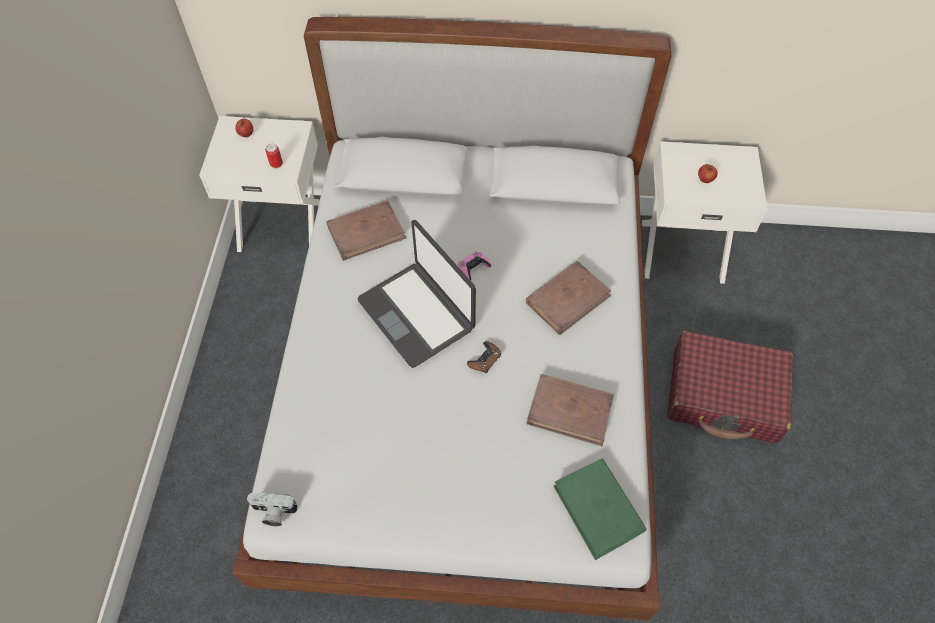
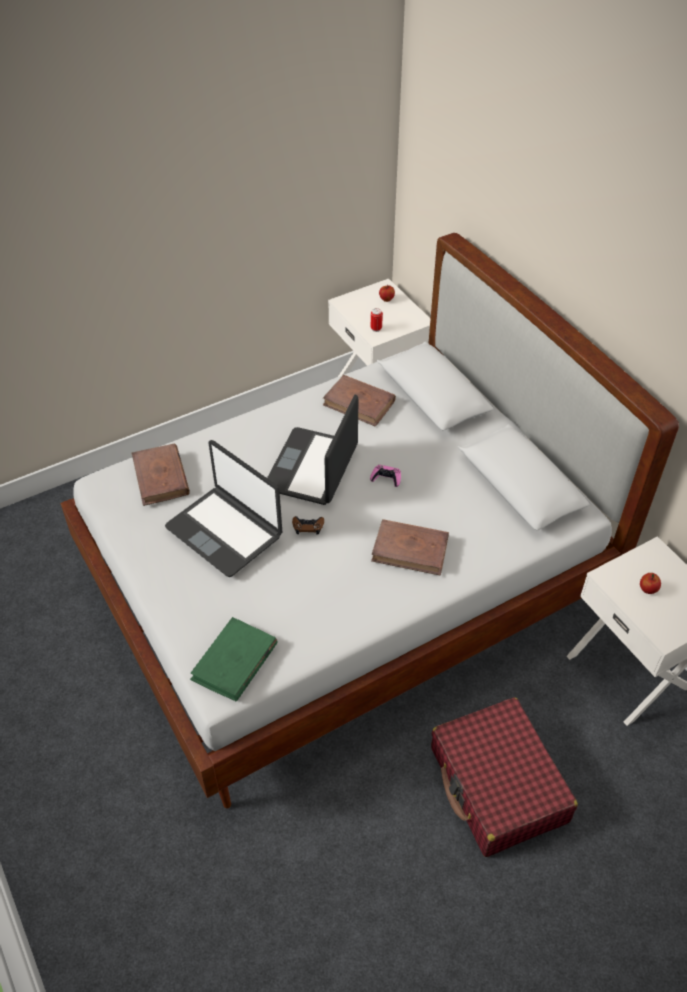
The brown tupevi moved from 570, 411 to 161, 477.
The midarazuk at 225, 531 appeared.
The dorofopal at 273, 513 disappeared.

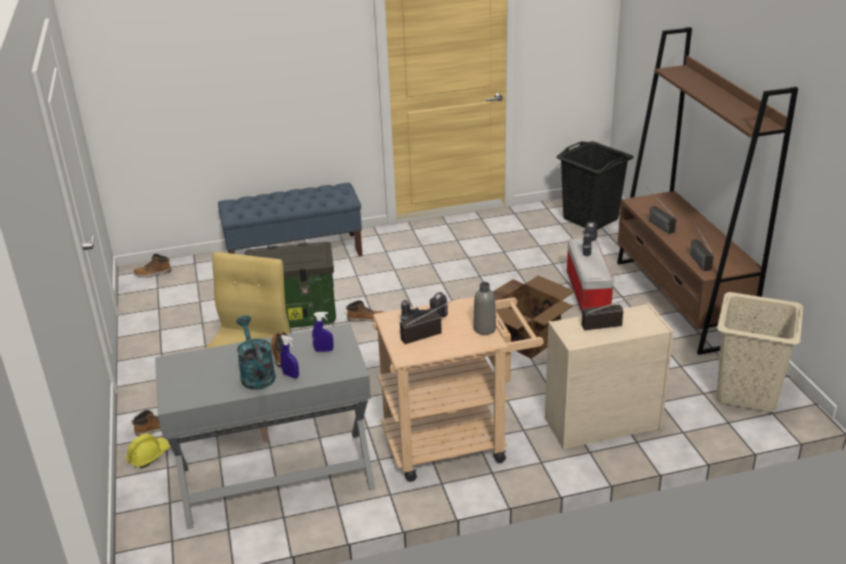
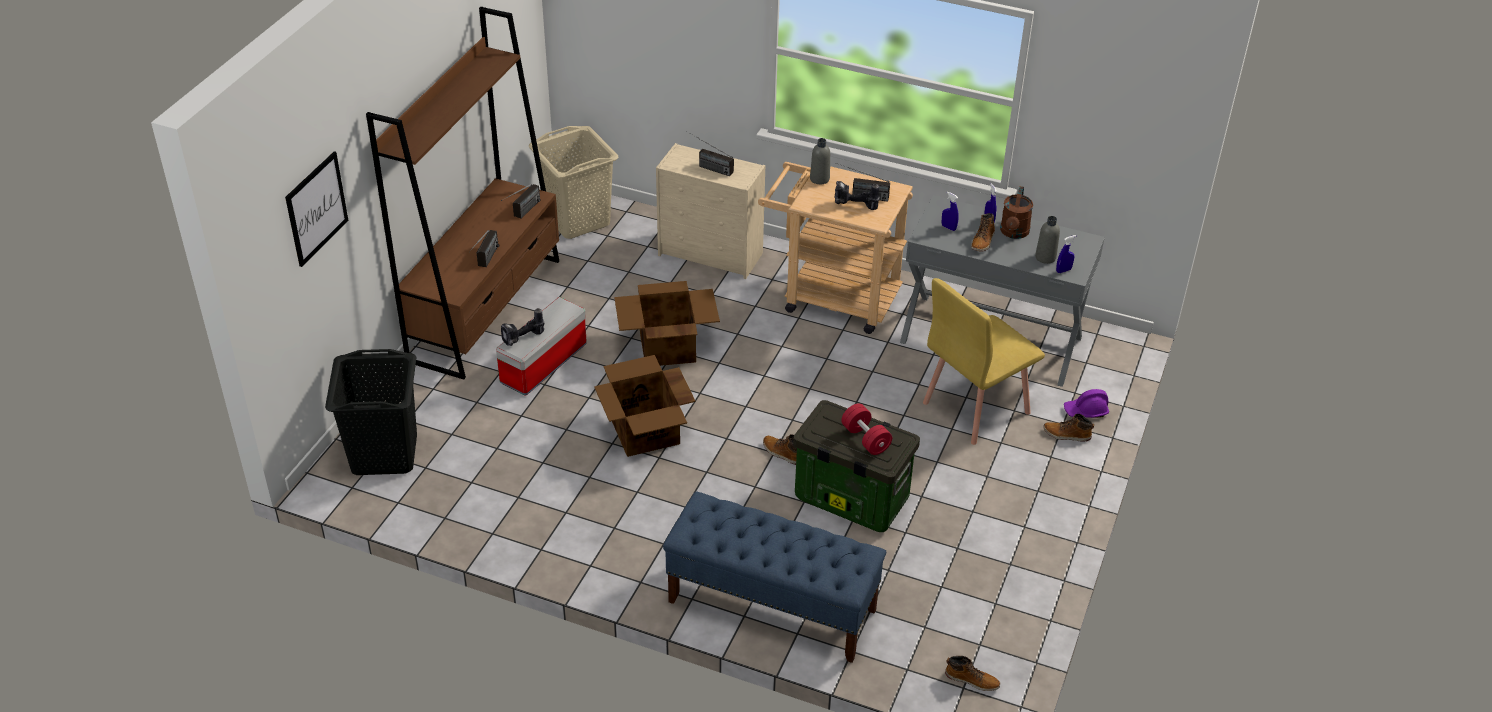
The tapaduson at 316, 208 appeared.
The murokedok at 645, 433 appeared.
The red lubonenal at 865, 439 appeared.
The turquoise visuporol at 256, 374 became the brown visuporol at 1014, 233.
The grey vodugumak at 1045, 257 appeared.
The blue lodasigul at 1063, 270 appeared.
The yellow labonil at 149, 455 became the purple labonil at 1086, 411.

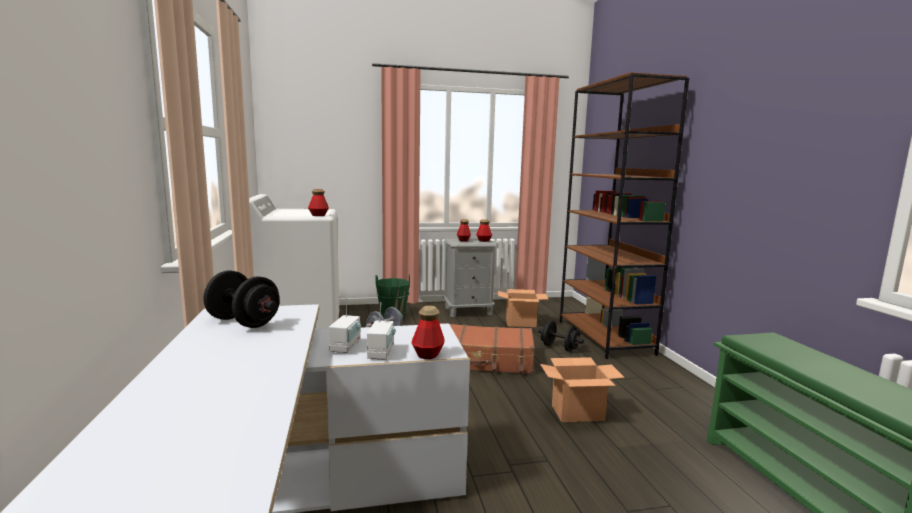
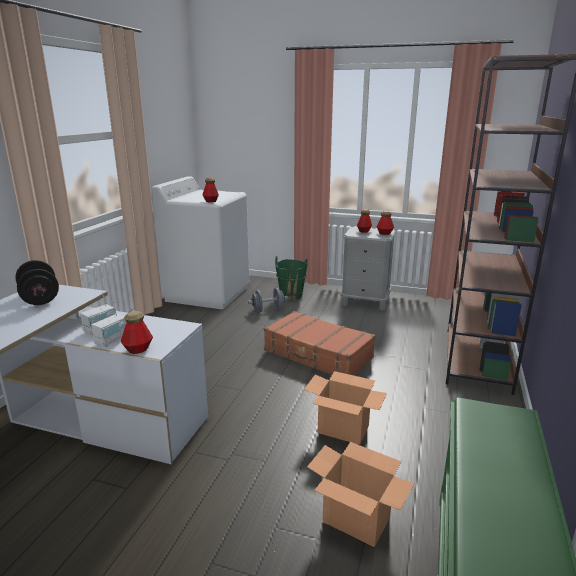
The murokedok moved from 521, 323 to 357, 520.
The black lubonenal at 559, 348 disappeared.

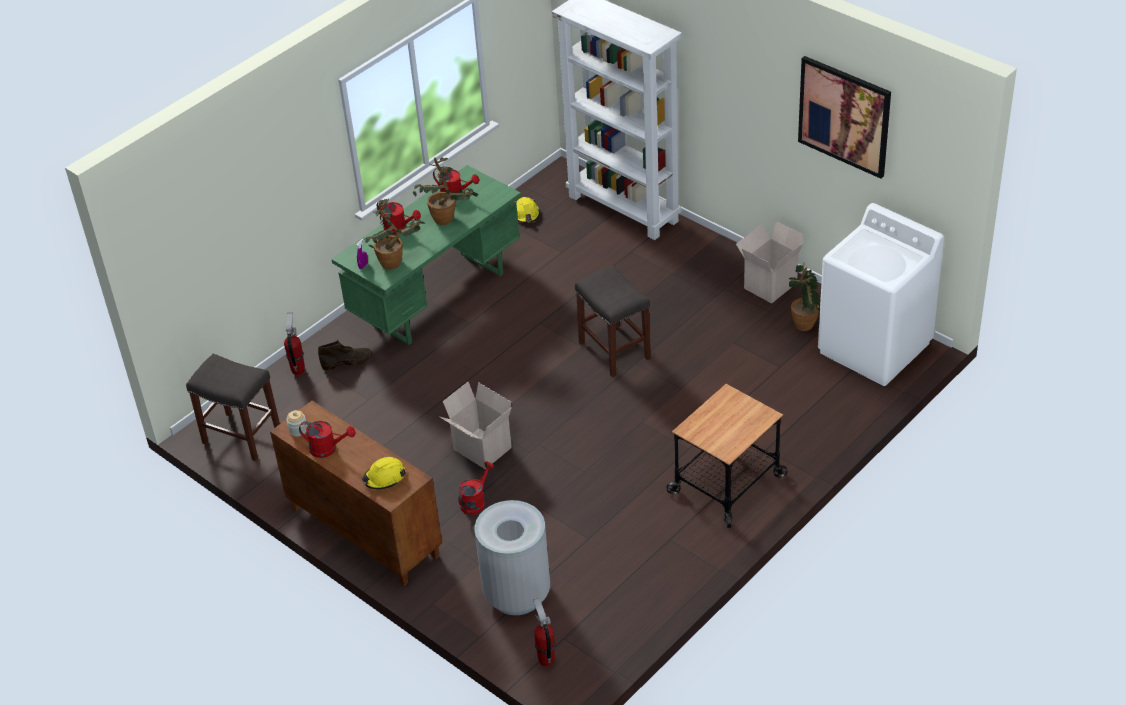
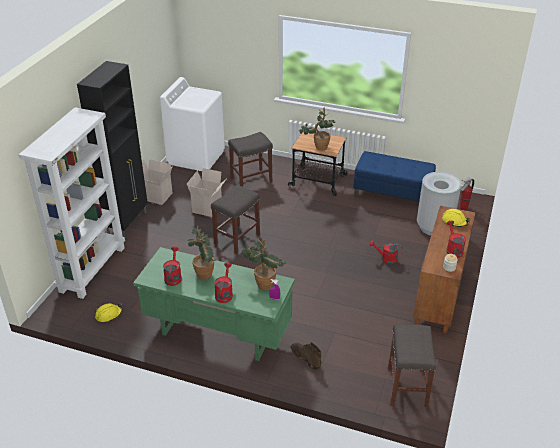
The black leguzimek at 128, 223 appeared.
The murokedok moved from 480, 449 to 208, 208.
The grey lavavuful at 251, 179 appeared.
The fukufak moved from 805, 321 to 318, 147.
The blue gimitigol at 392, 194 appeared.
The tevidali at 298, 370 disappeared.
The tapaduson at 844, 116 disappeared.

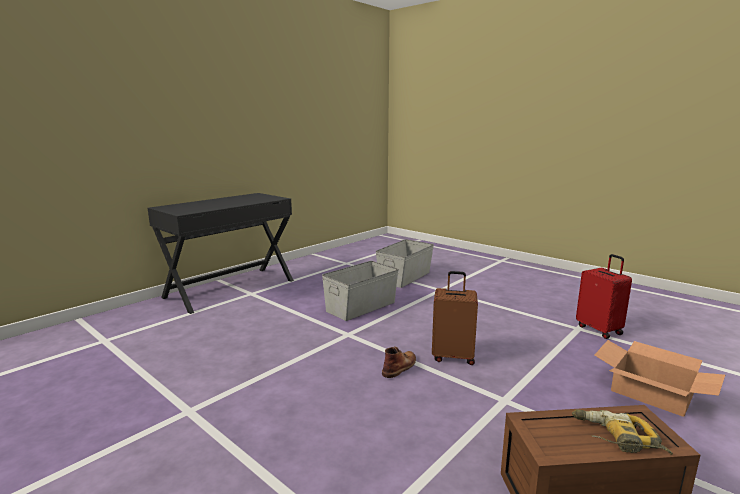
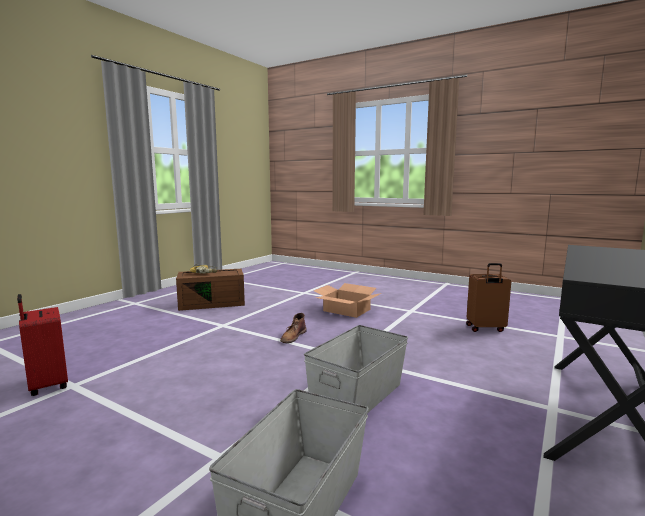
The murokedok moved from 651, 392 to 346, 310.
The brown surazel moved from 453, 356 to 485, 328.

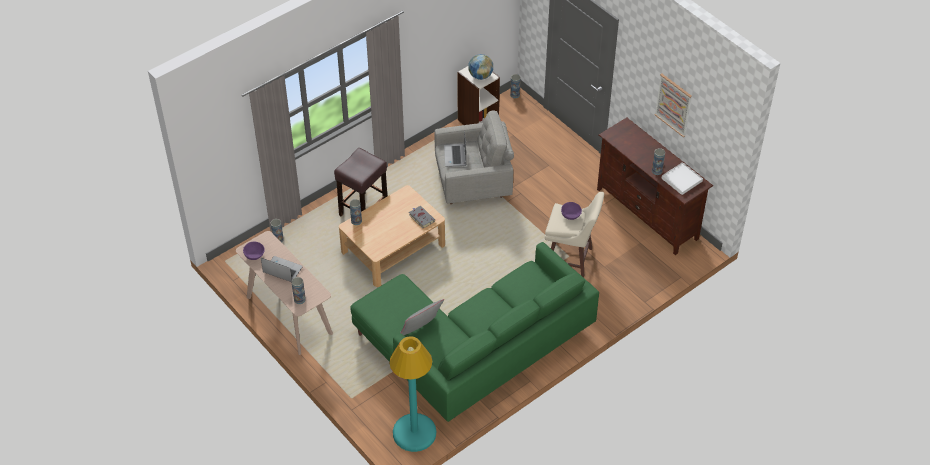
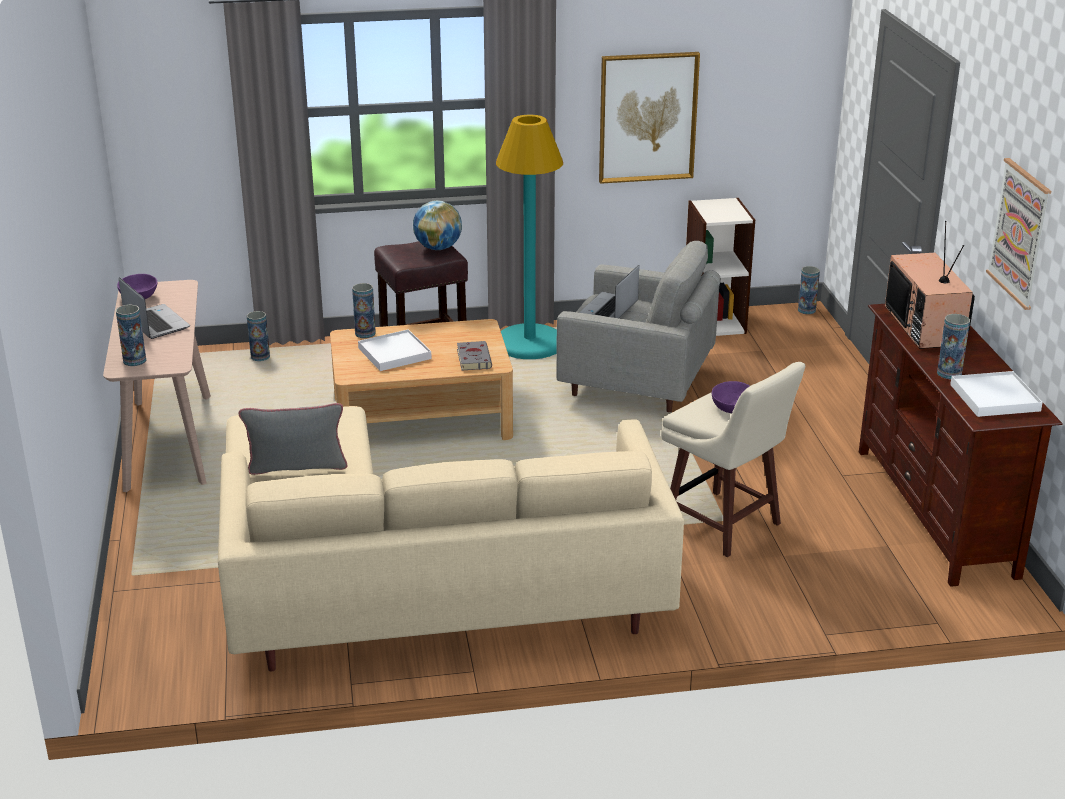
The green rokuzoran at 473, 350 became the beige rokuzoran at 414, 588.
The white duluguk at 394, 353 appeared.
The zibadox moved from 480, 76 to 438, 248.
The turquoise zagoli moved from 414, 433 to 529, 344.
The tapaduson at 647, 117 appeared.
The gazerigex at 926, 326 appeared.

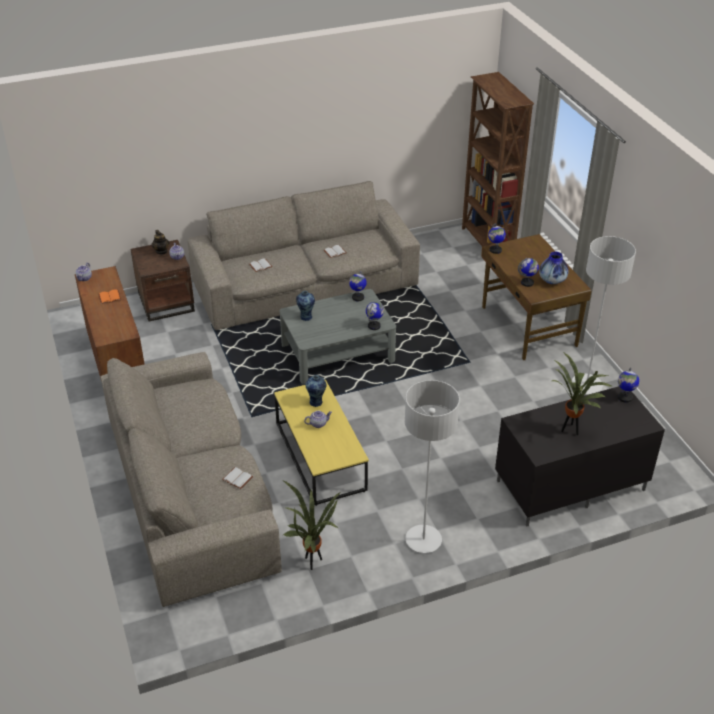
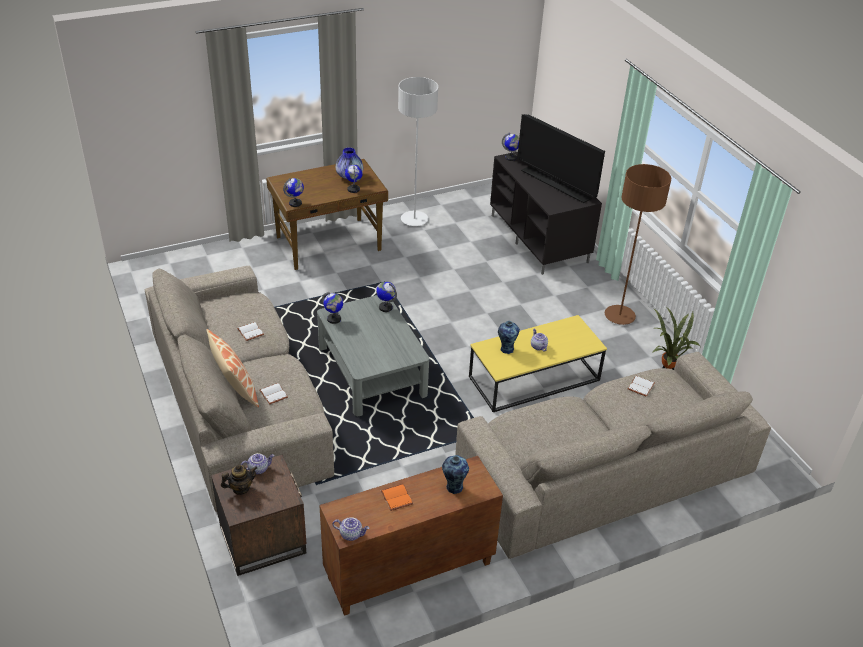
The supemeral at 235, 389 appeared.
The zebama moved from 306, 316 to 453, 487.
The fukufak at 570, 431 was replaced by the gazerigex at 556, 184.
The grey zagoli at 423, 540 became the brown zagoli at 619, 316.
The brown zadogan at 487, 243 disappeared.

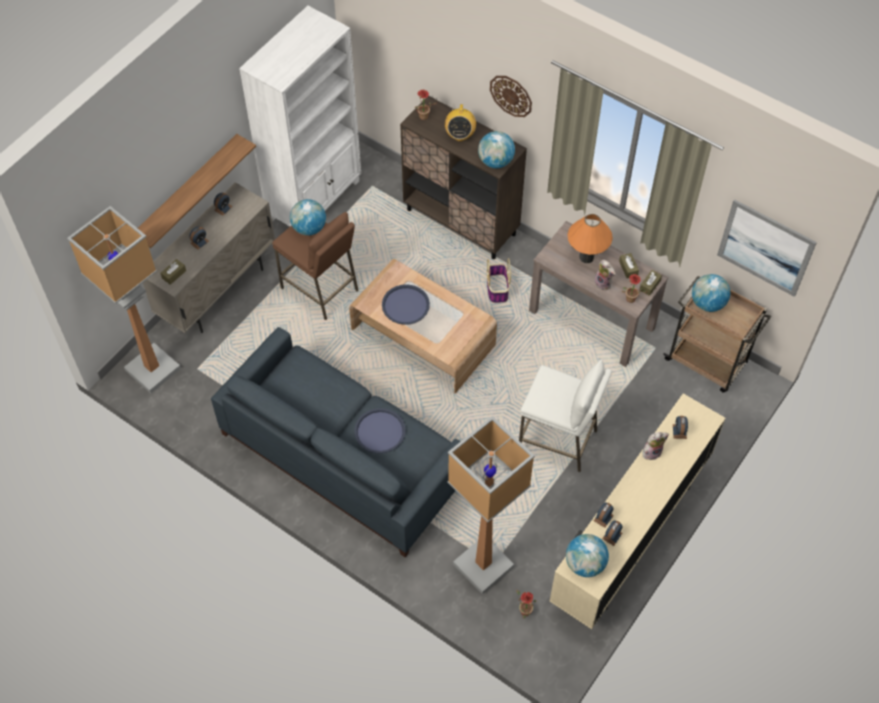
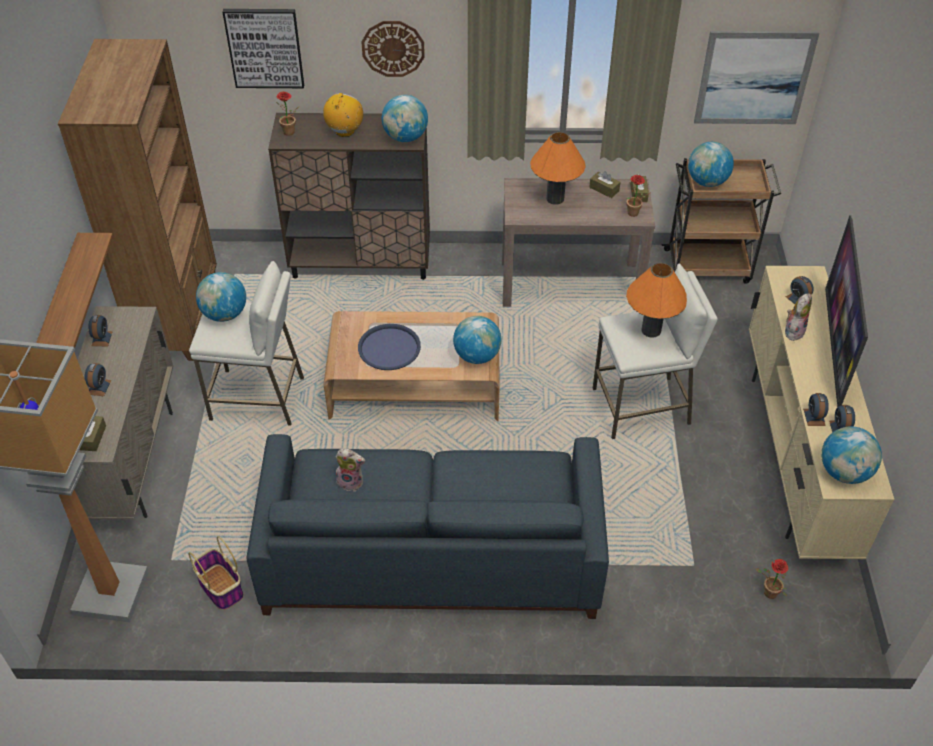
The white zadogan at 315, 199 became the brown zadogan at 179, 316.
The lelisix moved from 497, 289 to 220, 587.
The brown lavavuful at 320, 289 became the white lavavuful at 258, 398.
The tapaduson at 265, 48 appeared.
The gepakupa at 460, 135 turned 135 degrees counterclockwise.
The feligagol moved from 604, 283 to 351, 481.
The zibadox at 477, 356 appeared.
The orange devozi at 651, 330 appeared.
The gazerigex at 834, 347 appeared.
The blue duluguk at 380, 431 disappeared.
The zagoli at 483, 567 disappeared.

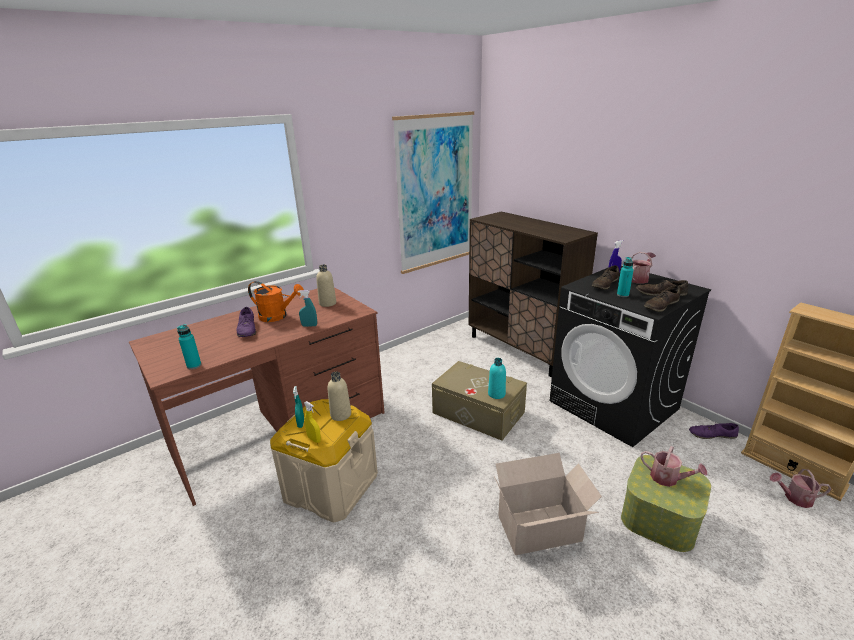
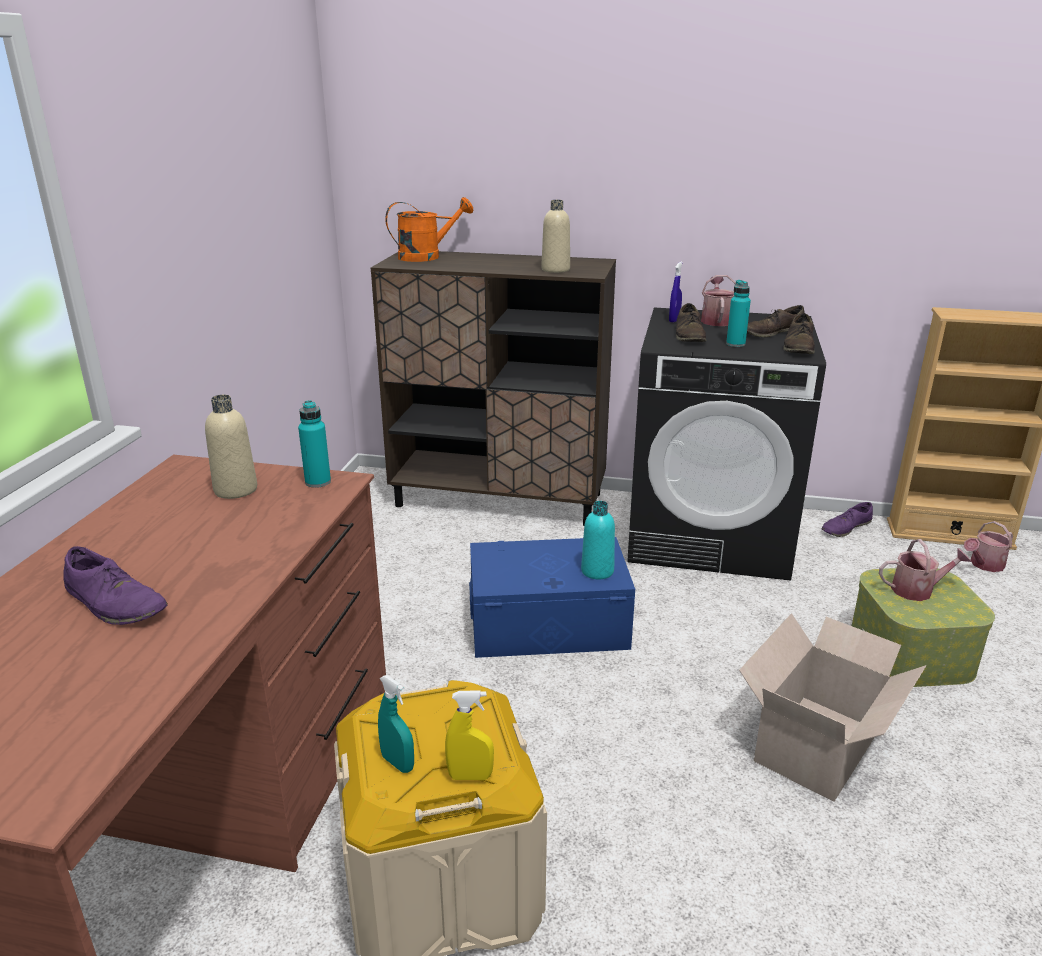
The turquoise vodugumak moved from 194, 365 to 318, 482.
The orange visuporol moved from 278, 316 to 427, 256.
The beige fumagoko at 478, 412 became the blue fumagoko at 547, 623.
The beige vodugumak moved from 340, 414 to 555, 269.
The turquoise lodasigul at 309, 325 disappeared.
The tapaduson at 435, 193 disappeared.

